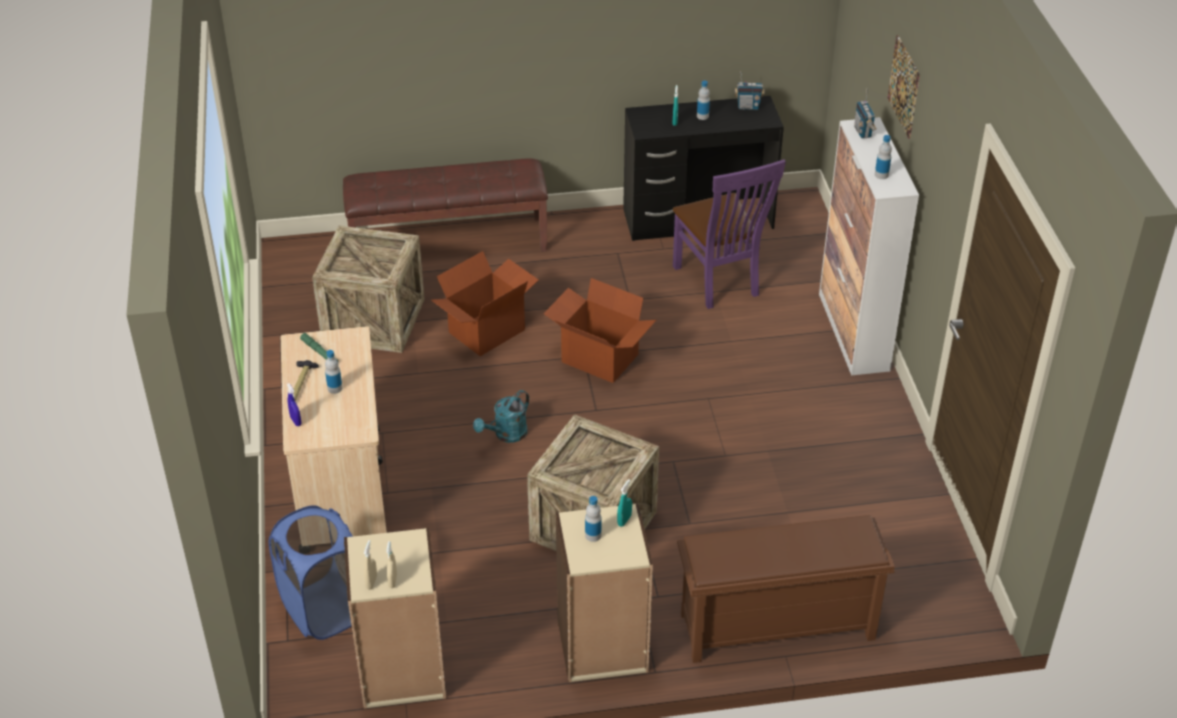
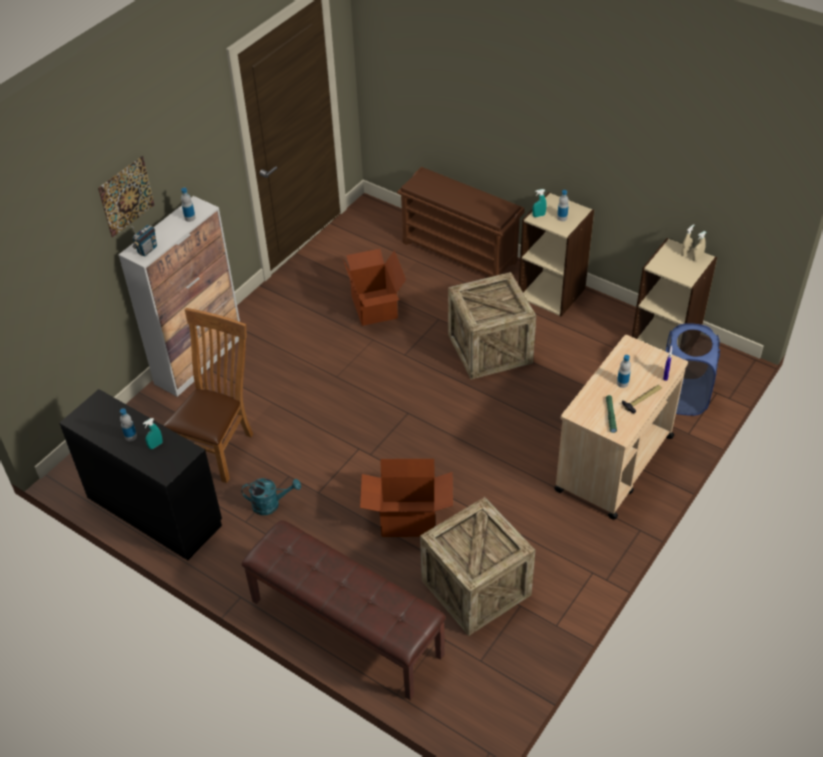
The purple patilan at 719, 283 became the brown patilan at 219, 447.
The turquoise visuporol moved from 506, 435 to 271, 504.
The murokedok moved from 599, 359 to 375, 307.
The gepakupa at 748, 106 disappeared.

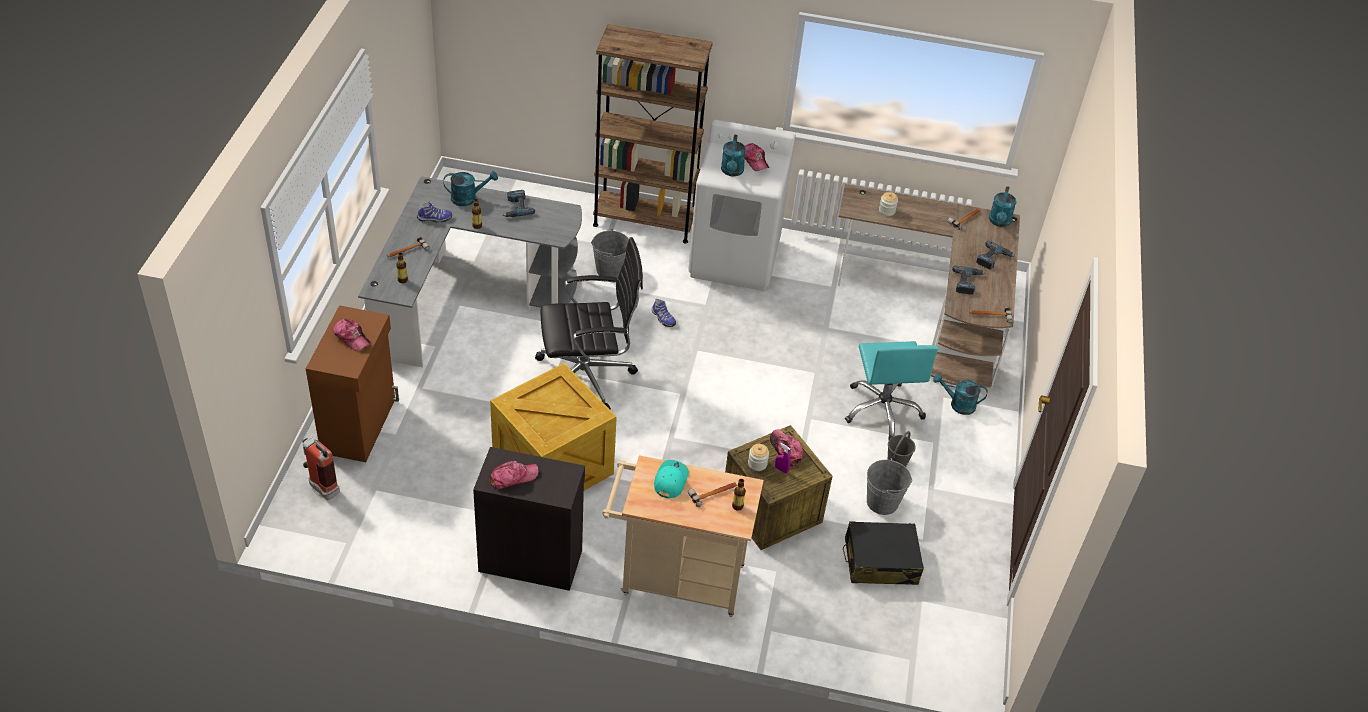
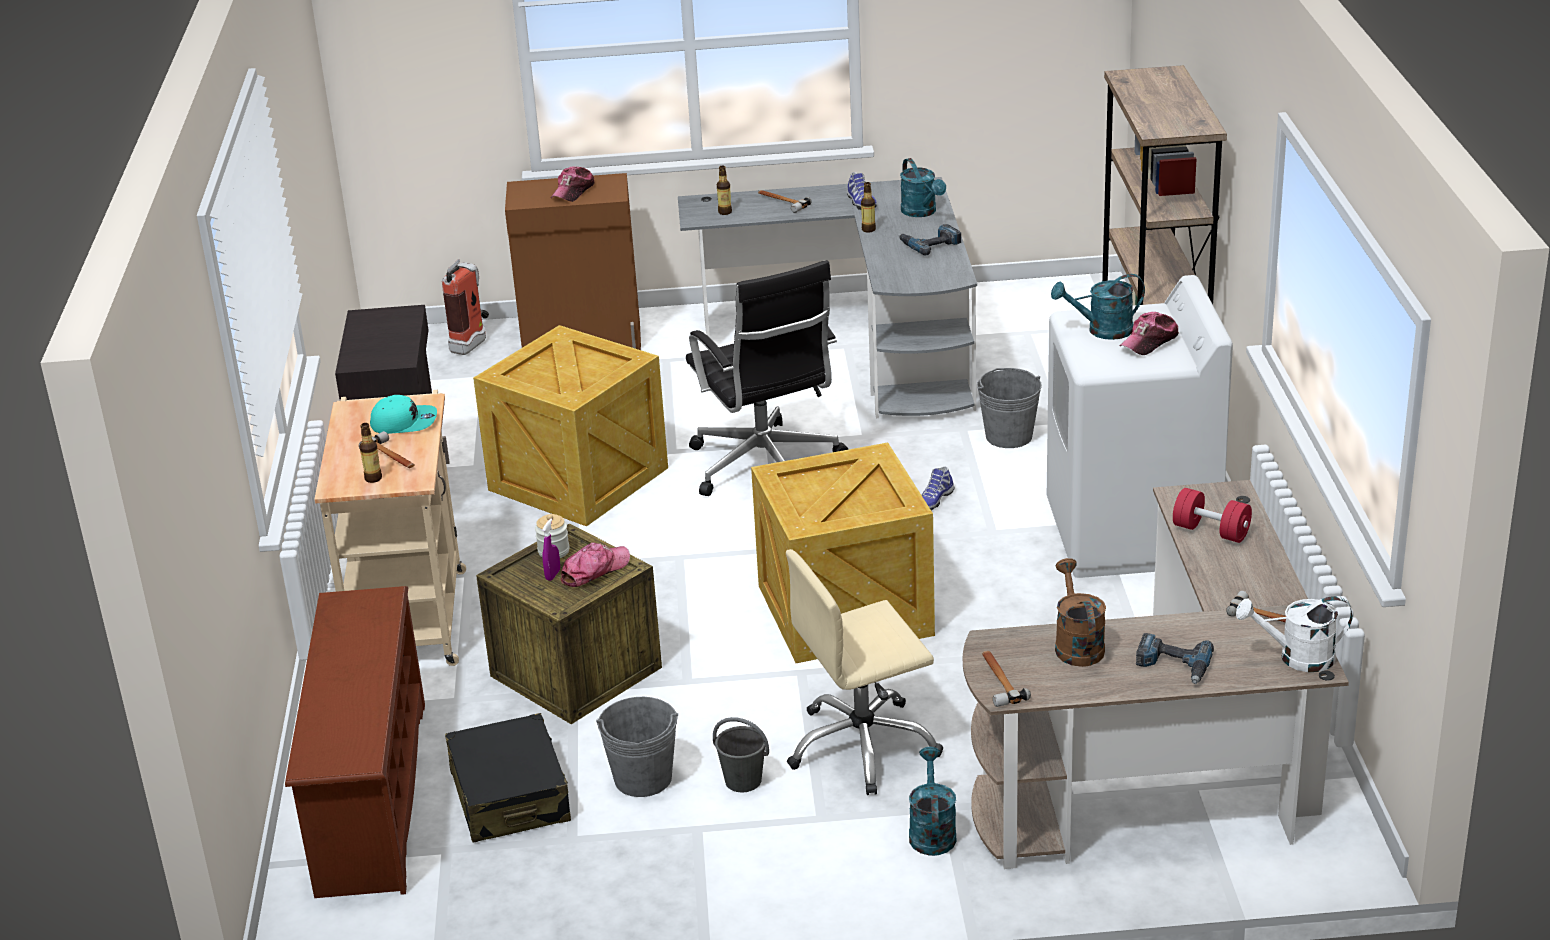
The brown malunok at 369, 796 appeared.
The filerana at 843, 612 appeared.
The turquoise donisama at 883, 410 became the beige donisama at 862, 746.
The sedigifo at 968, 282 was replaced by the brown visuporol at 1076, 644.
The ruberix at 887, 211 was replaced by the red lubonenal at 1211, 531.
The turquoise visuporol at 999, 222 became the white visuporol at 1296, 658.
The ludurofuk at 513, 477 disappeared.

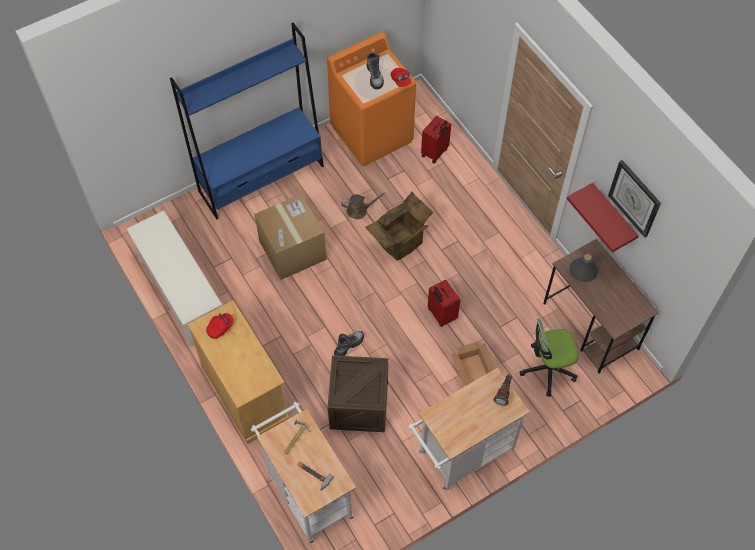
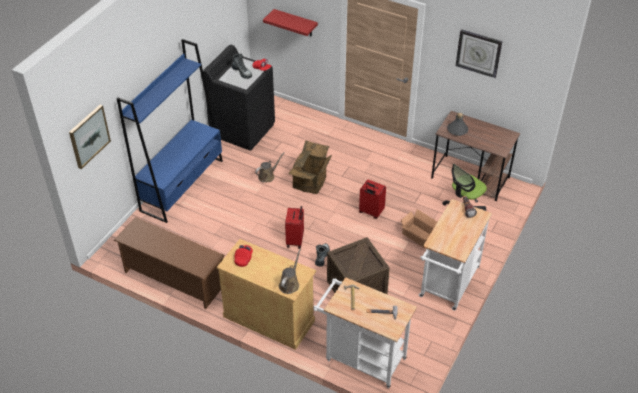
The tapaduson at 89, 136 appeared.
The white malunok at 182, 293 became the brown malunok at 174, 278.
The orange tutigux at 372, 133 became the black tutigux at 243, 129.
The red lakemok moved from 612, 216 to 295, 23.
The brown visuporol at 290, 284 appeared.
The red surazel moved from 435, 153 to 295, 240.
The murokedok at 292, 250 disappeared.

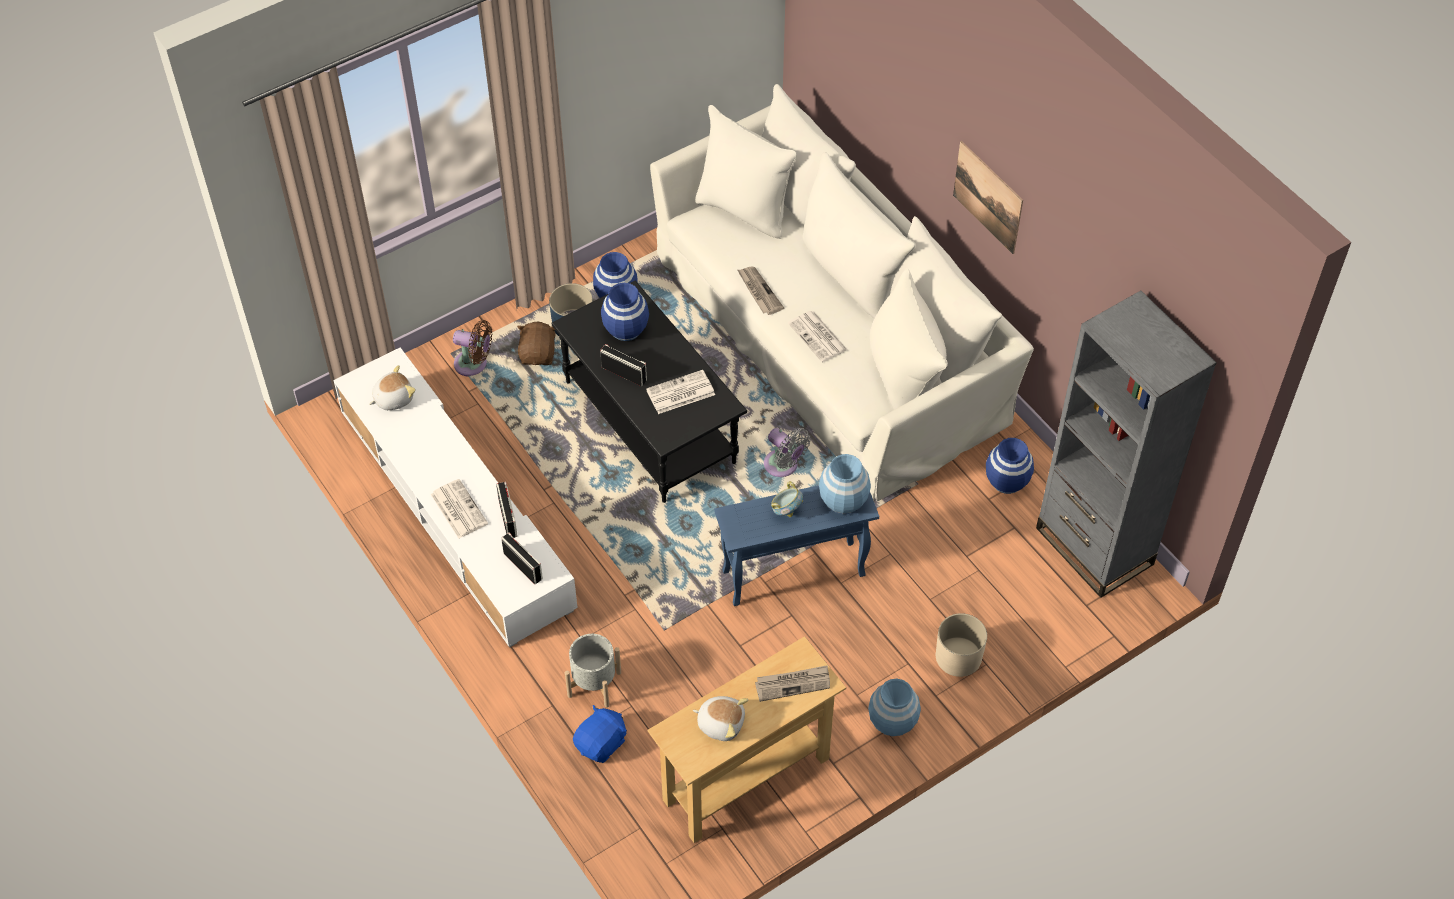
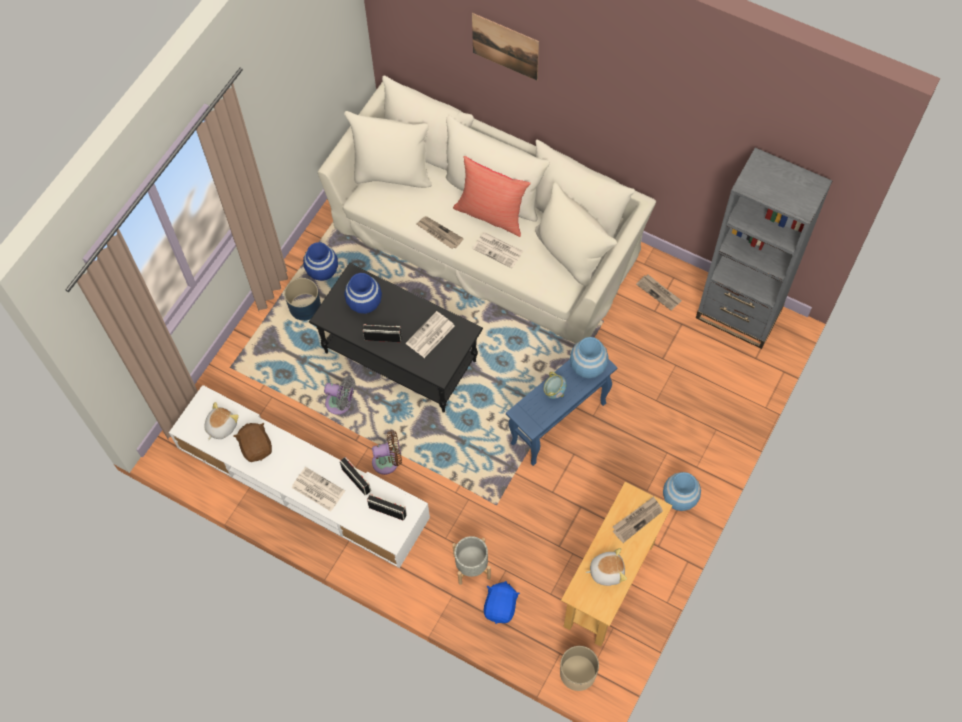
The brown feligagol moved from 538, 354 to 256, 447.
The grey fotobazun moved from 783, 466 to 341, 404.
The brown fotobazun moved from 474, 364 to 388, 461.
The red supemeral at 491, 214 appeared.
The tapaduson moved from 988, 197 to 505, 46.
The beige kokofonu moved from 958, 657 to 578, 673.
The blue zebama at 1006, 481 was replaced by the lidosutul at 659, 293.

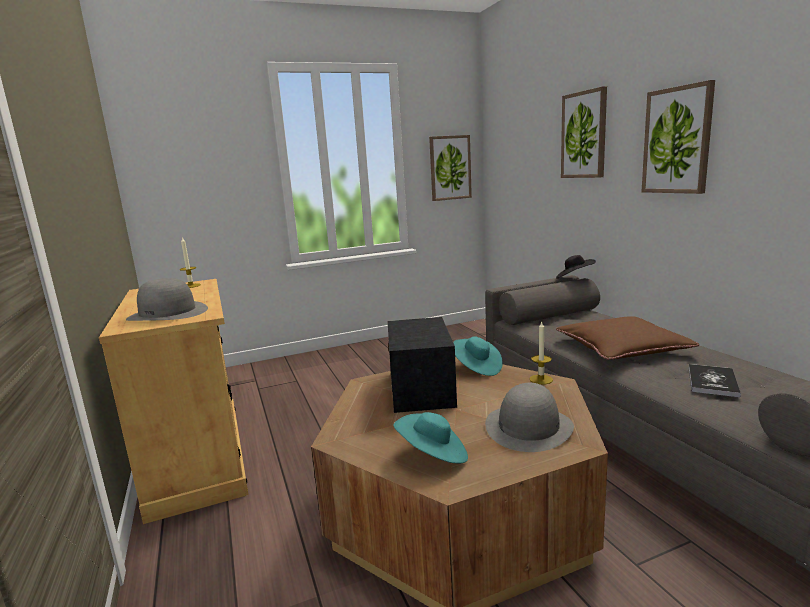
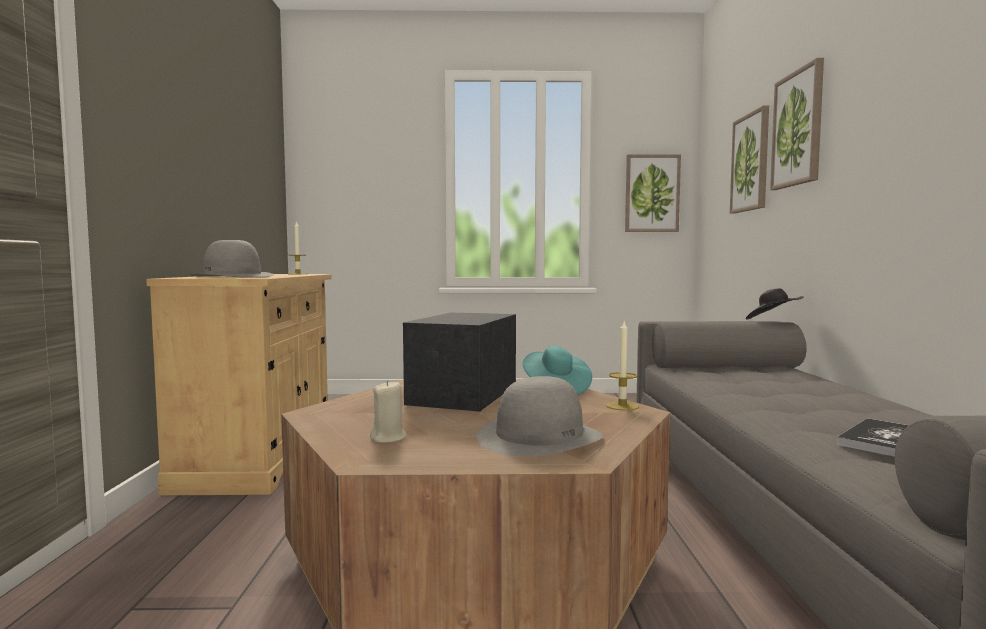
The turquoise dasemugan at 433, 455 was replaced by the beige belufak at 389, 438.
The tapaduson moved from 677, 140 to 751, 162.
The brown supemeral at 622, 347 disappeared.

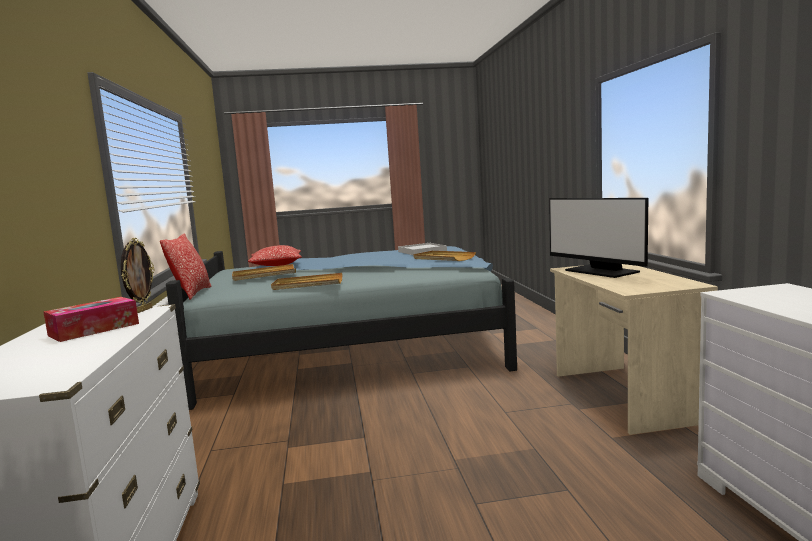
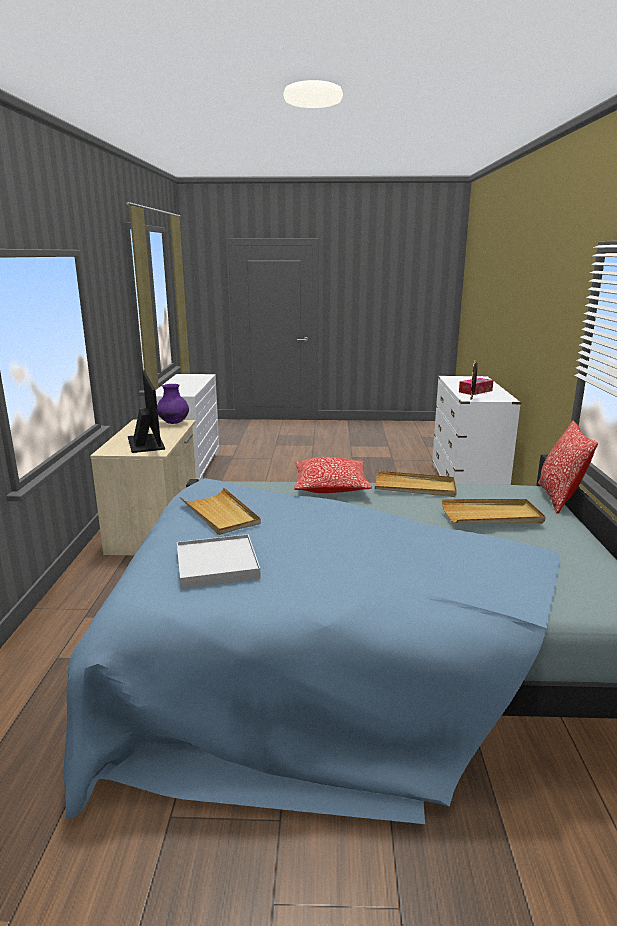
The purple zebama at 174, 423 appeared.
The supemeral moved from 276, 265 to 330, 487.

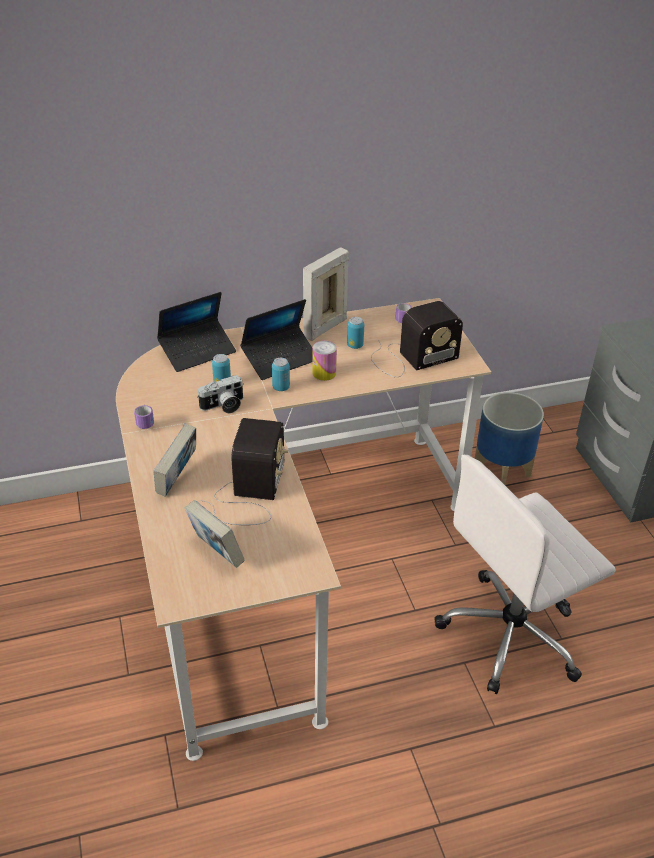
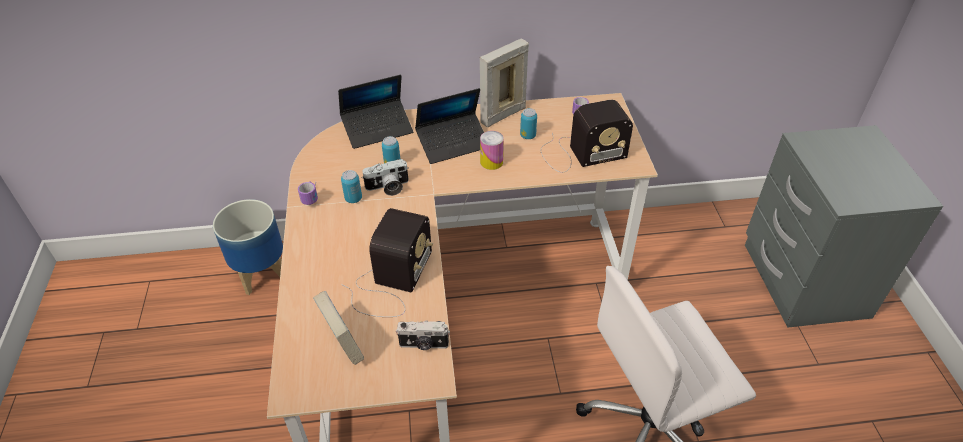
The kokofonu moved from 502, 473 to 262, 274.
The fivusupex moved from 281, 387 to 353, 198.
The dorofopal at 424, 344 appeared.
The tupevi at 178, 479 disappeared.

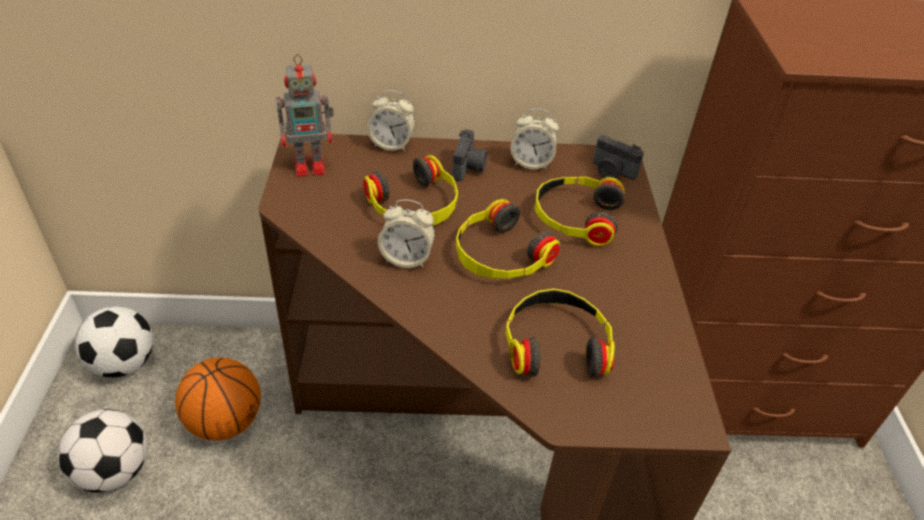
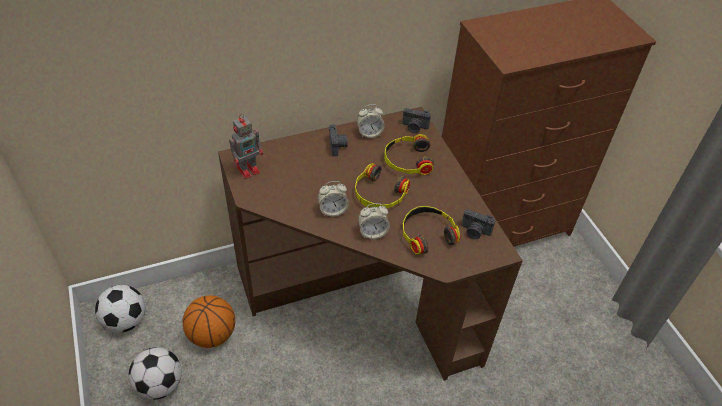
The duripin moved from 392, 145 to 372, 232.
The dorofopal at 475, 231 appeared.
The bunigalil at 415, 205 disappeared.

